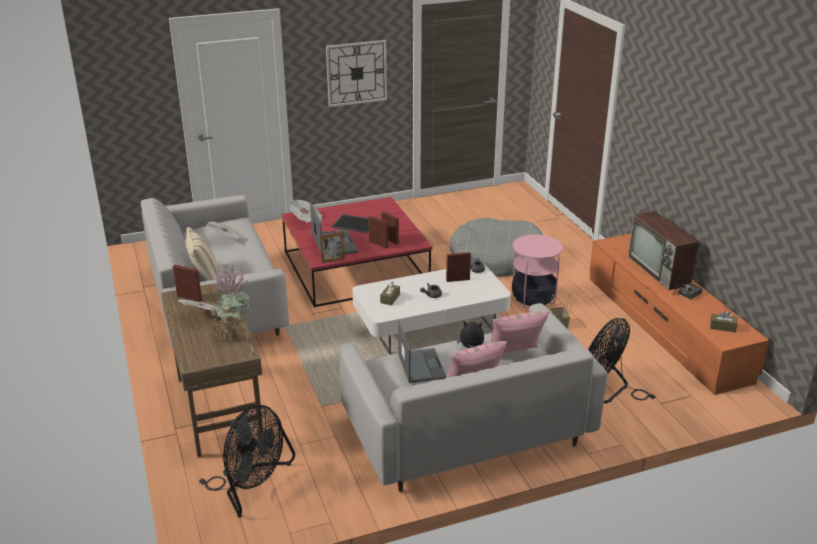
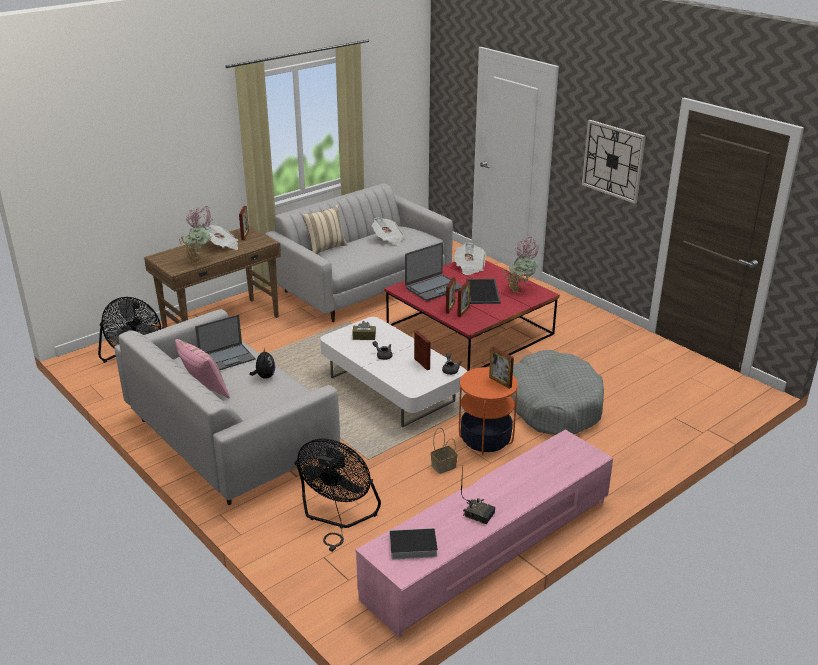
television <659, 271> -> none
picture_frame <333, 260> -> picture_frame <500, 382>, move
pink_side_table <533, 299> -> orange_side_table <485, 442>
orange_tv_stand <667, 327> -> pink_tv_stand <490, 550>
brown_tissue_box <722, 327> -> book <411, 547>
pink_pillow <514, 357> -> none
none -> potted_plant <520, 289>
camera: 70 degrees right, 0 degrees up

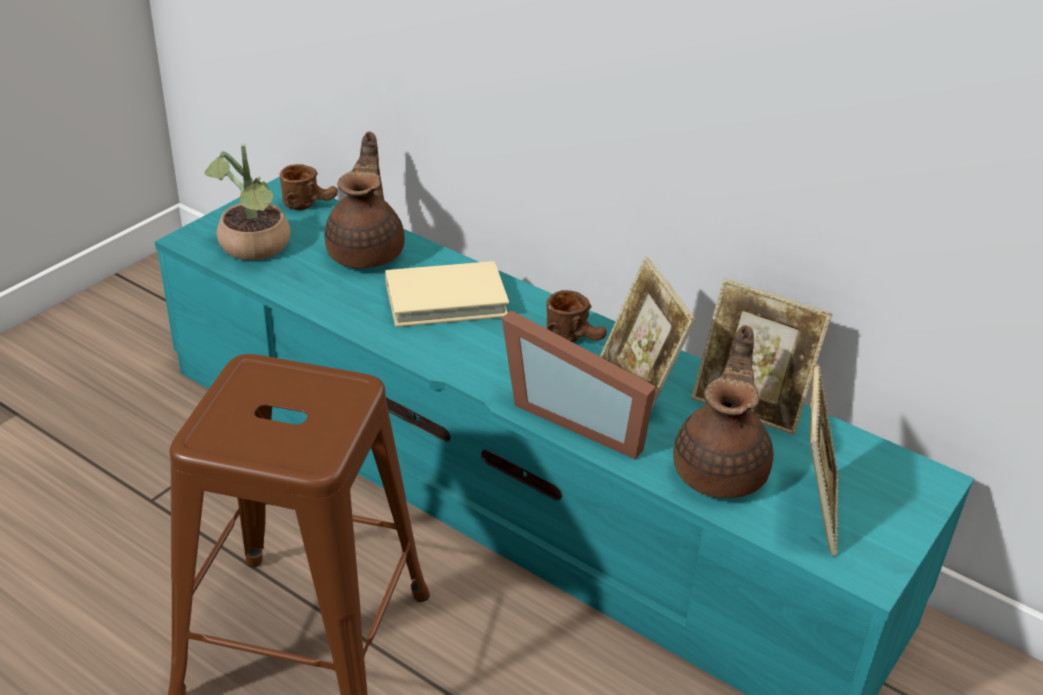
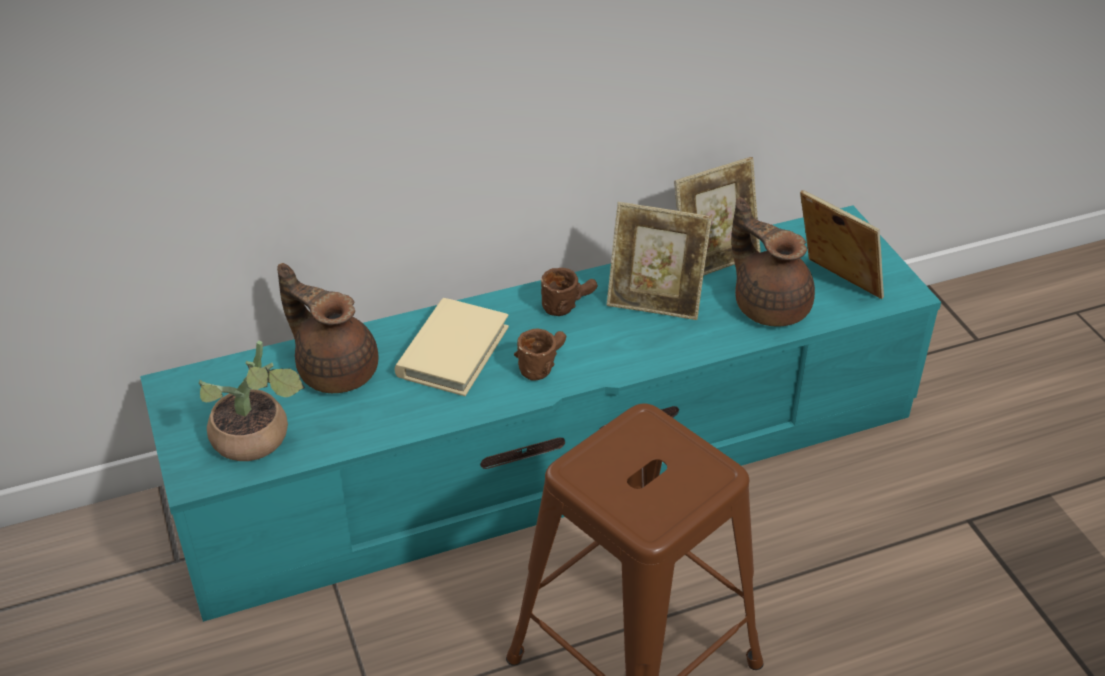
brown_mug <310, 204> -> brown_mug <542, 363>, move
picture_frame <578, 416> -> none
camera: 55 degrees left, 5 degrees up

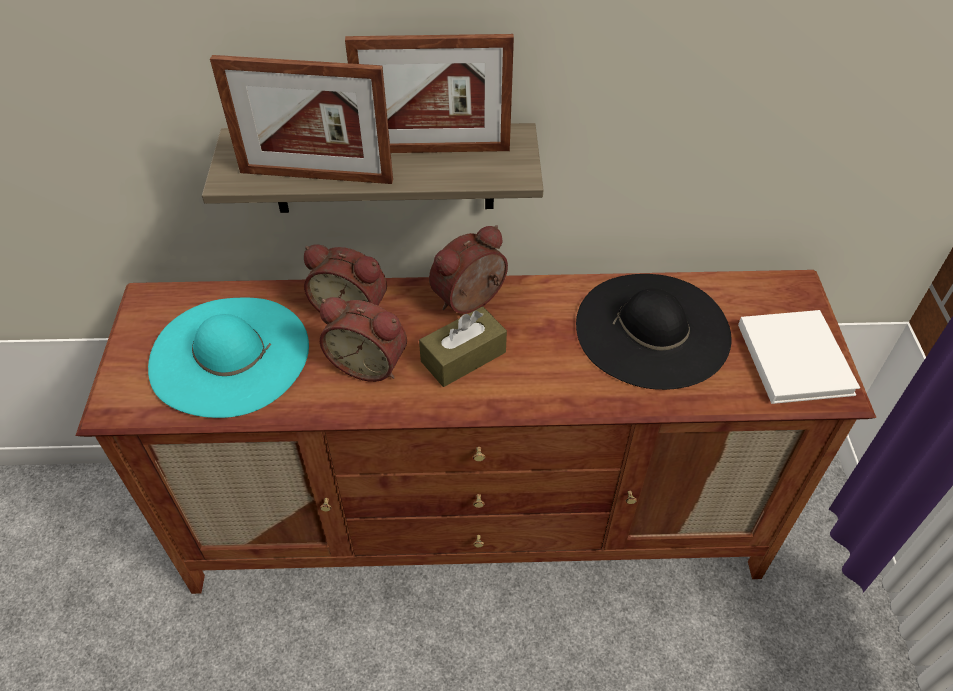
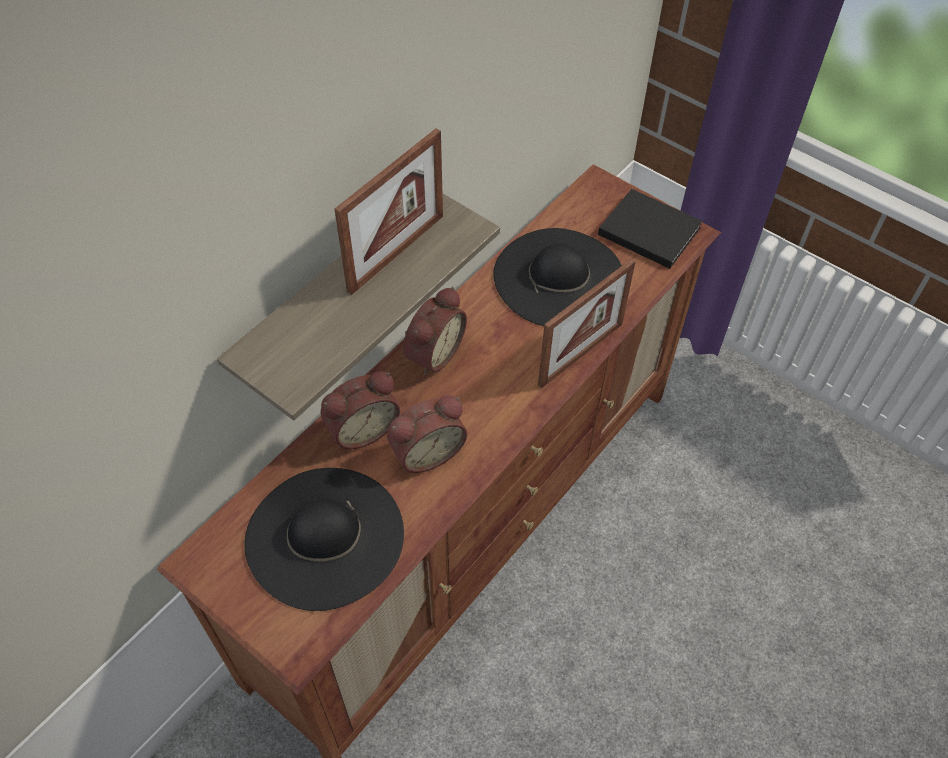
picture_frame <316, 176> -> picture_frame <580, 354>, move
alarm_clock <471, 302> -> alarm_clock <432, 353>, 150 degrees counterclockwise
turquoise_hat <229, 355> -> black_hat <325, 537>
brown_tissue_box <463, 357> -> none
white_book <793, 356> -> black_book <646, 230>
camera: 50 degrees left, 5 degrees up

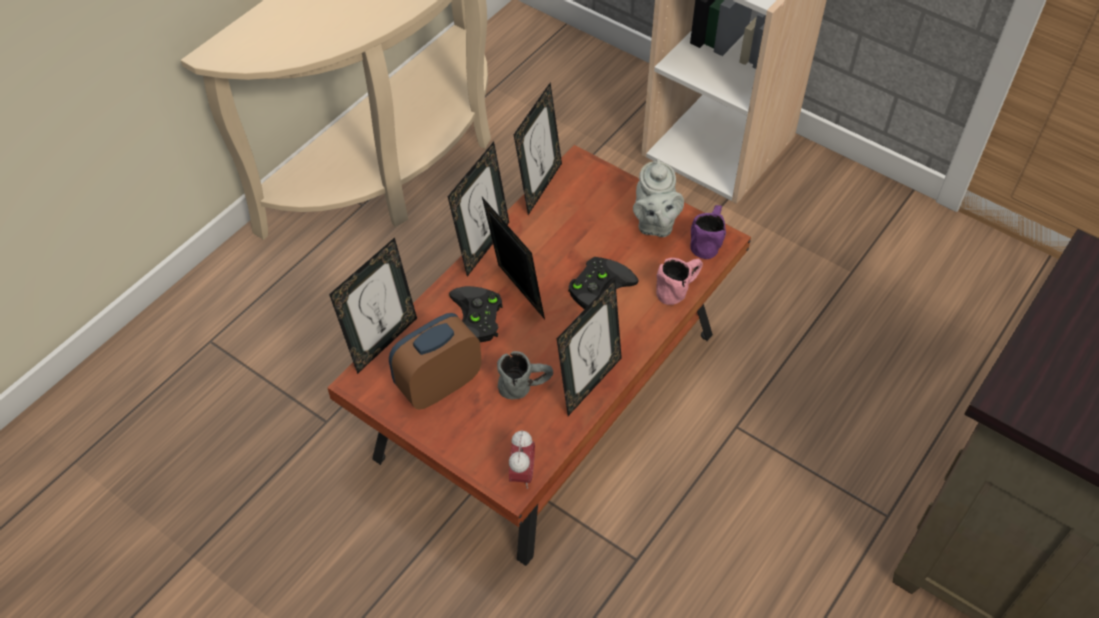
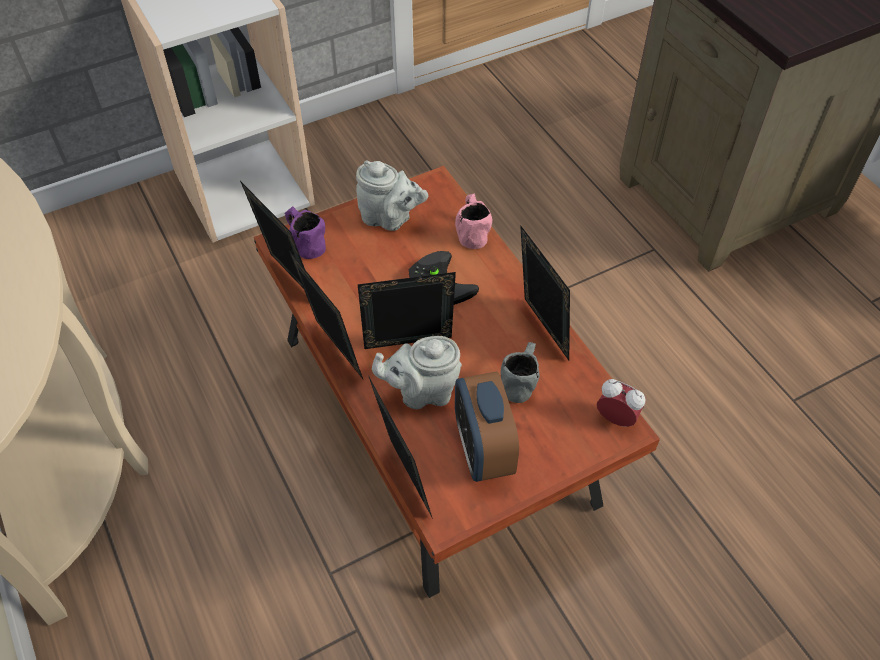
purple_mug <707, 240> -> purple_mug <304, 243>, move
black_game_controller <475, 321> -> grey_teapot <422, 392>
camera: 65 degrees left, 0 degrees up

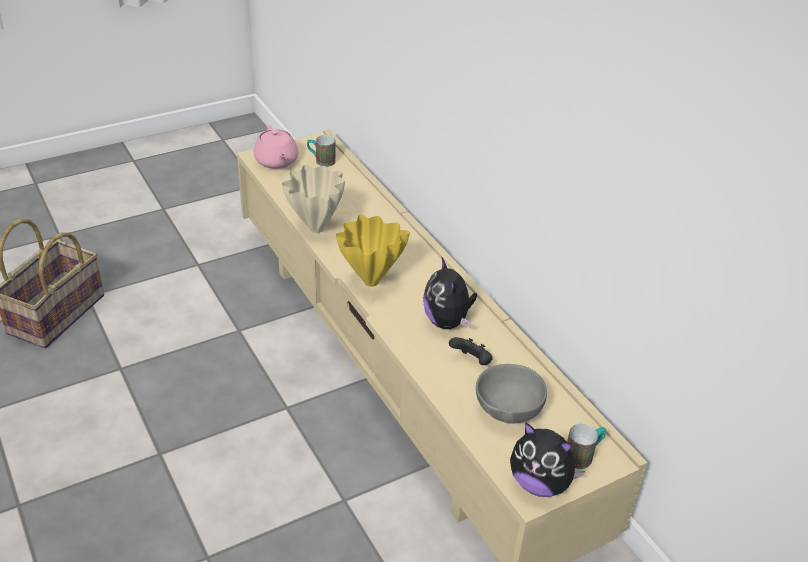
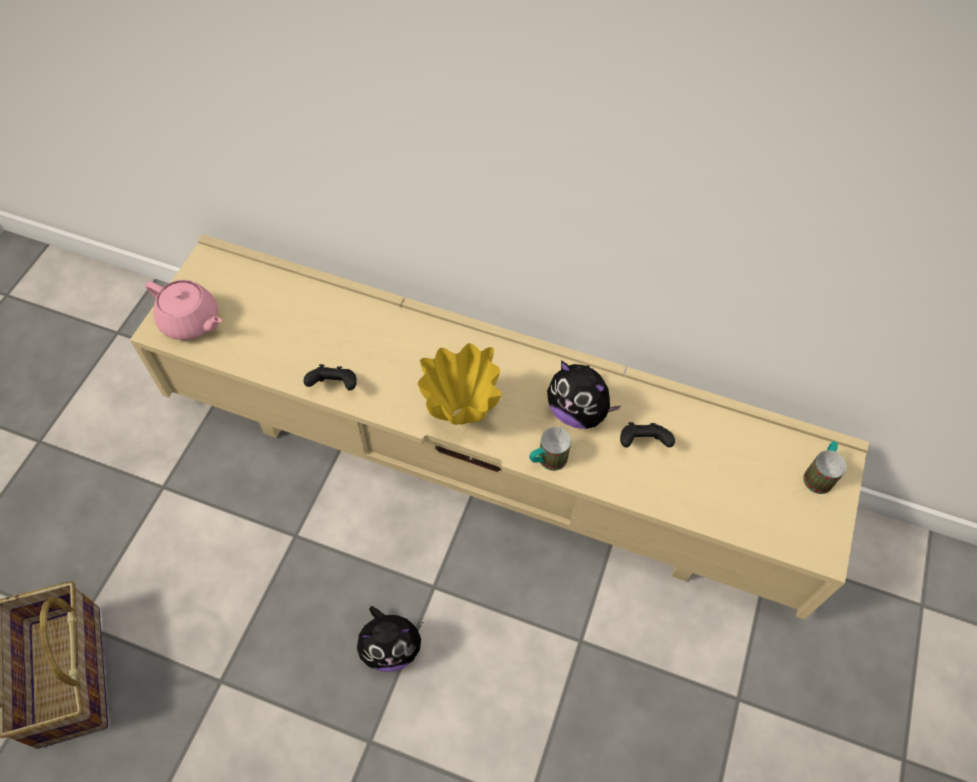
mug <321, 161> -> mug <547, 460>, move
beige_vase <316, 228> -> black_game_controller <334, 386>
grey_bowl <506, 411> -> none
plush_toy <540, 483> -> plush_toy <391, 647>, move
camera: 40 degrees left, 20 degrees up

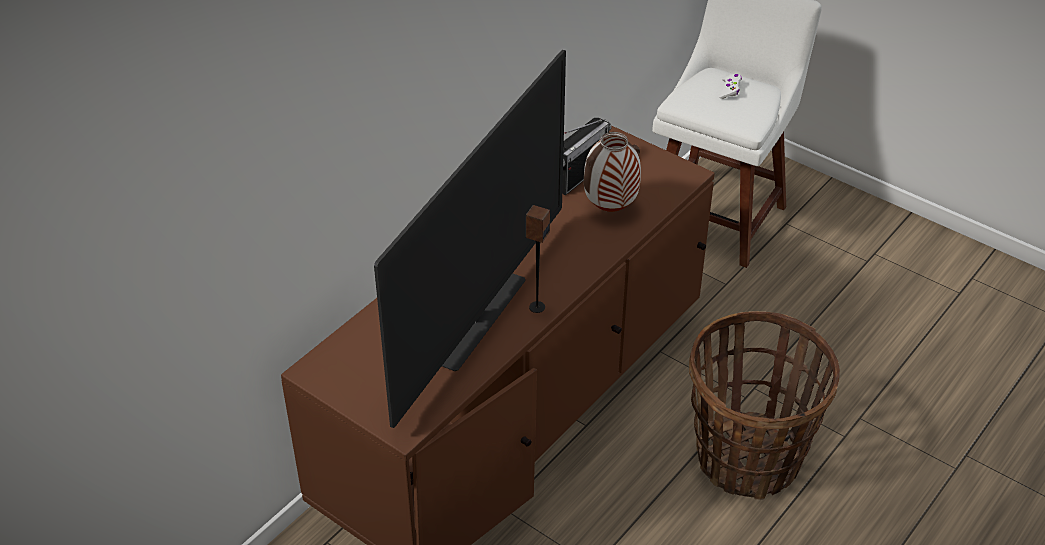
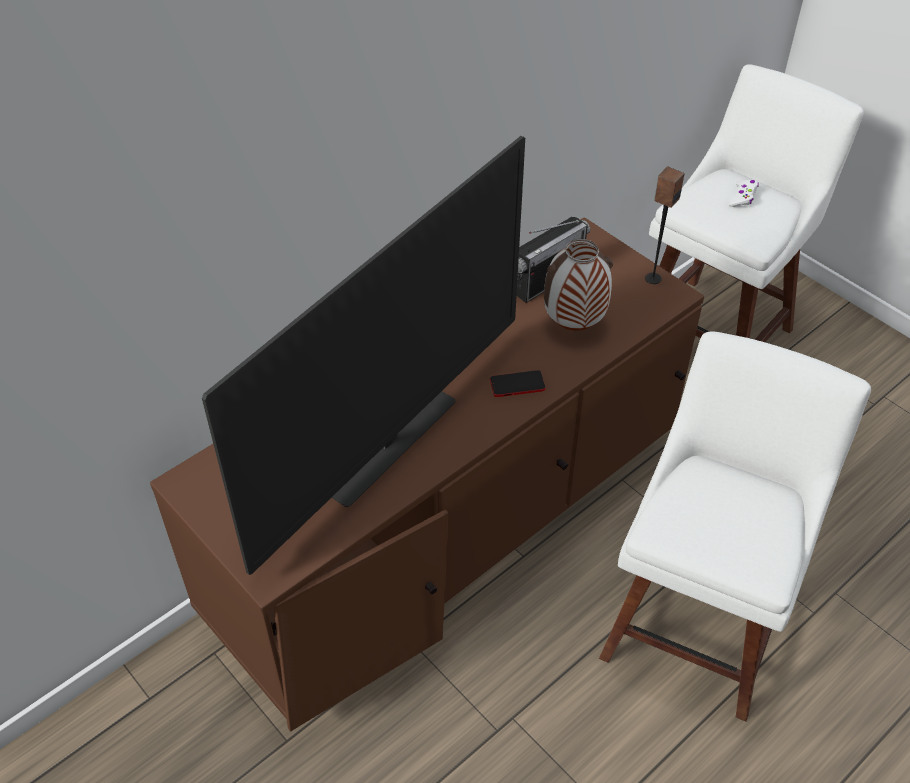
speaker <536, 307> -> speaker <652, 278>, move
basket <748, 458> -> white_stool <698, 623>
none -> phone <517, 384>
camera: 10 degrees right, 5 degrees up

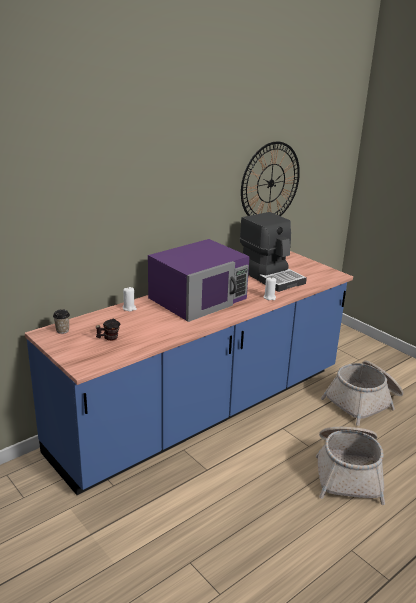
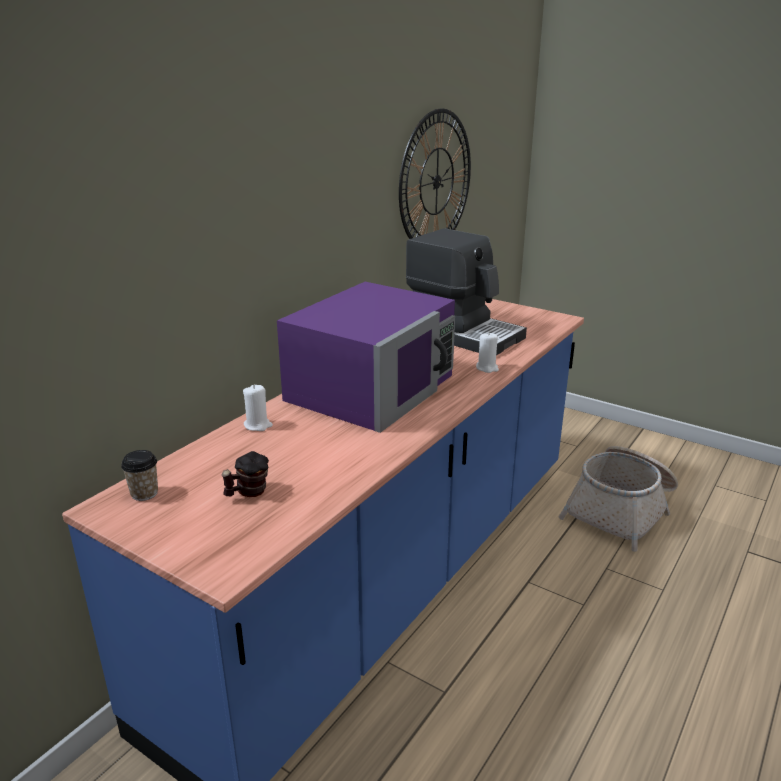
basket <347, 472> -> none
camera: 15 degrees left, 0 degrees up

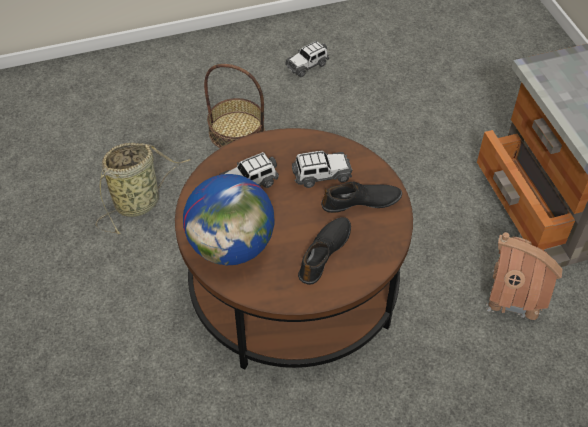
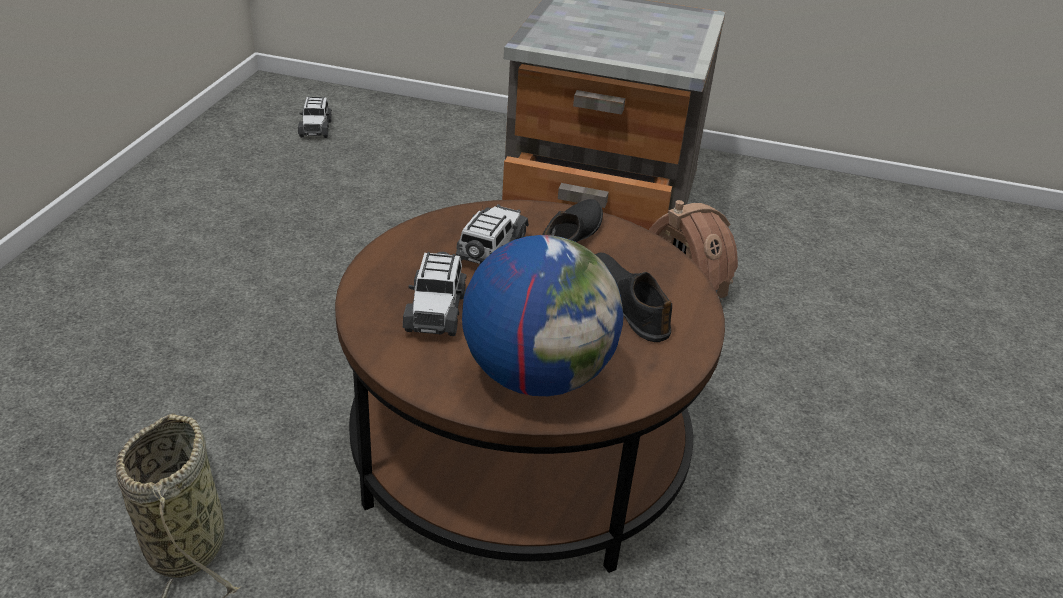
toy_car <307, 65> -> toy_car <316, 128>, move
basket <236, 131> -> none
camera: 60 degrees left, 15 degrees down

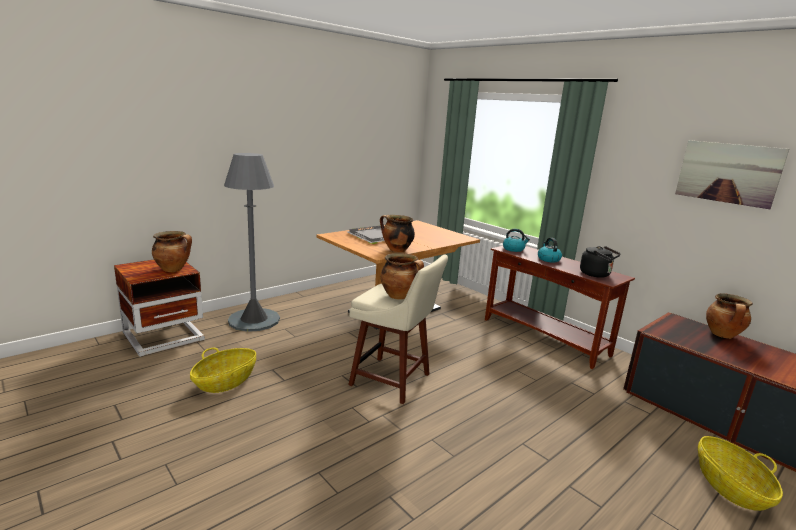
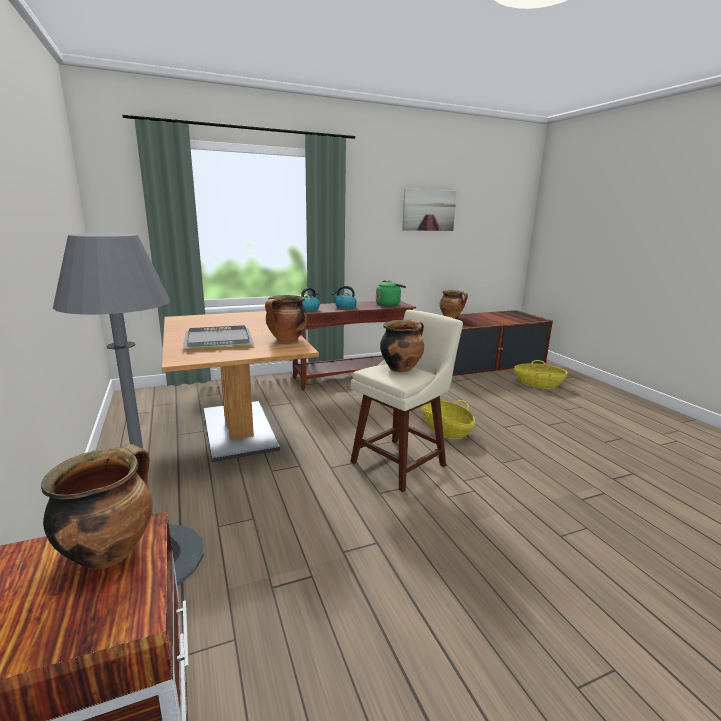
black_kettle <597, 274> -> green_kettle <389, 304>
basket <225, 382> -> basket <445, 430>, move
camera: 70 degrees left, 0 degrees up

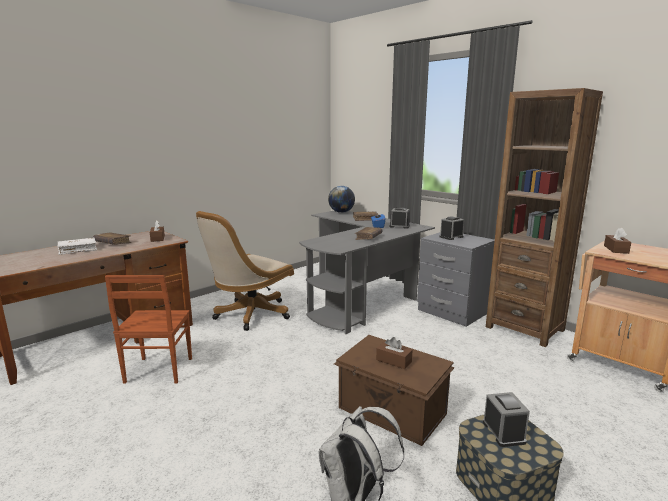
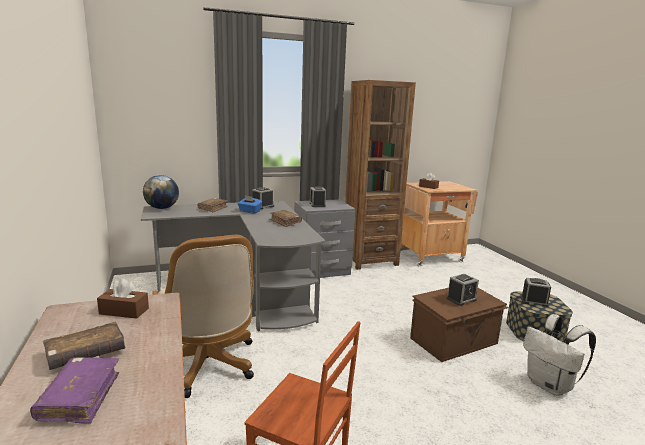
white_book <78, 250> -> purple_book <80, 397>
brown_tissue_box <393, 361> -> alarm_clock <461, 299>
camera: 65 degrees left, 0 degrees up

